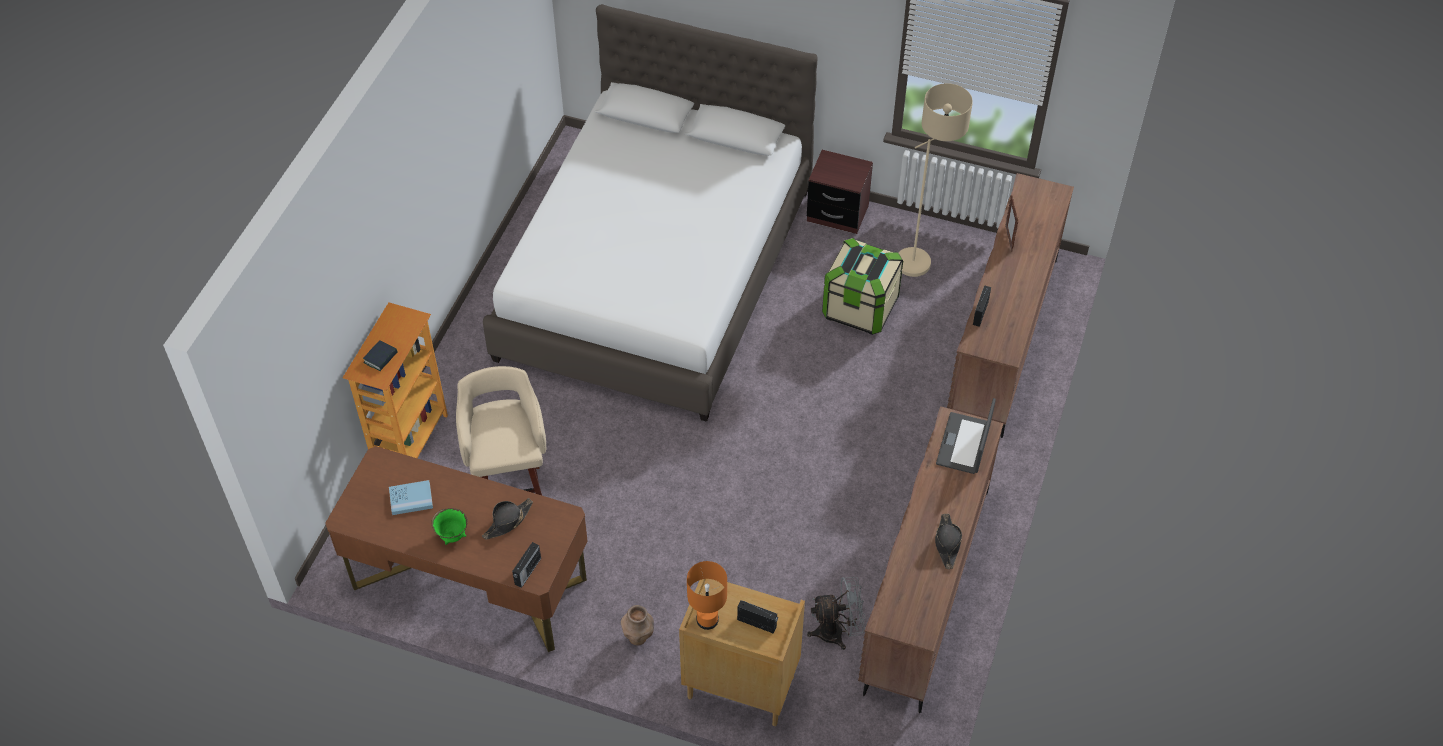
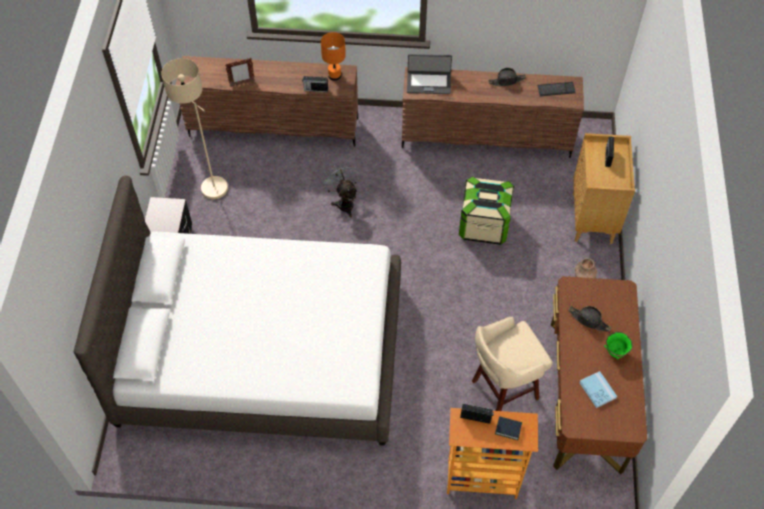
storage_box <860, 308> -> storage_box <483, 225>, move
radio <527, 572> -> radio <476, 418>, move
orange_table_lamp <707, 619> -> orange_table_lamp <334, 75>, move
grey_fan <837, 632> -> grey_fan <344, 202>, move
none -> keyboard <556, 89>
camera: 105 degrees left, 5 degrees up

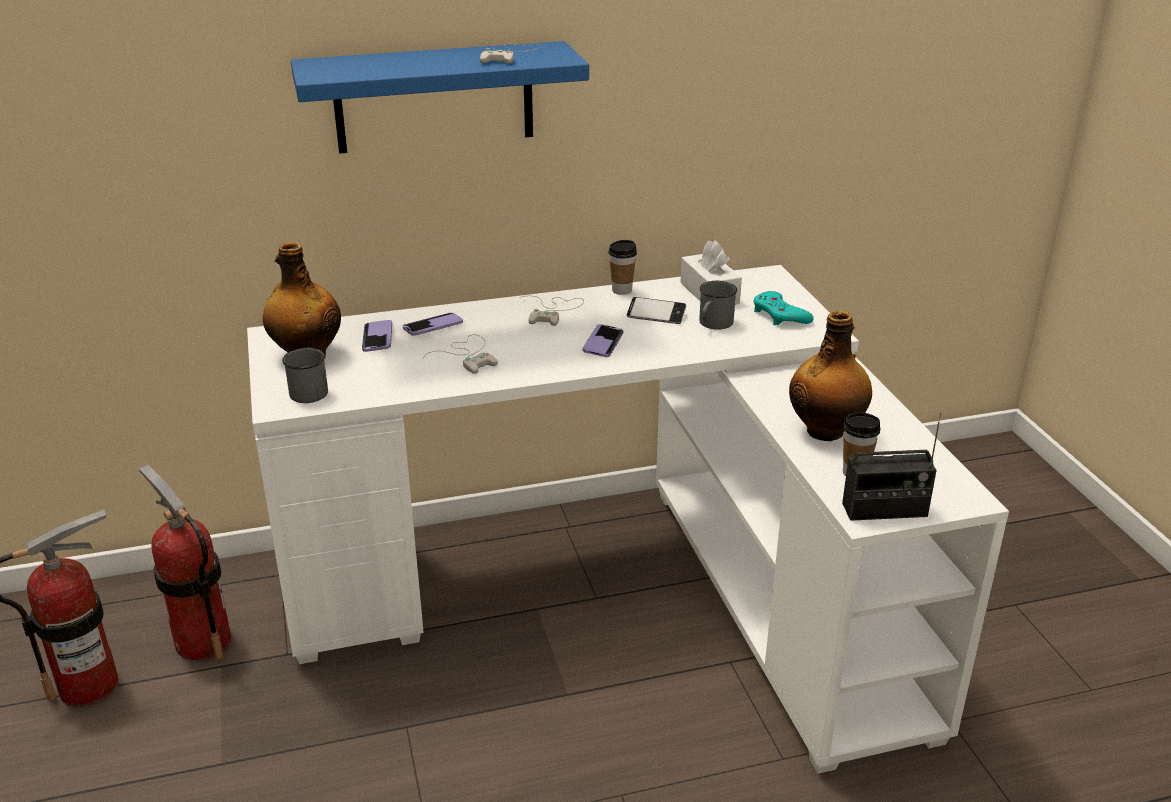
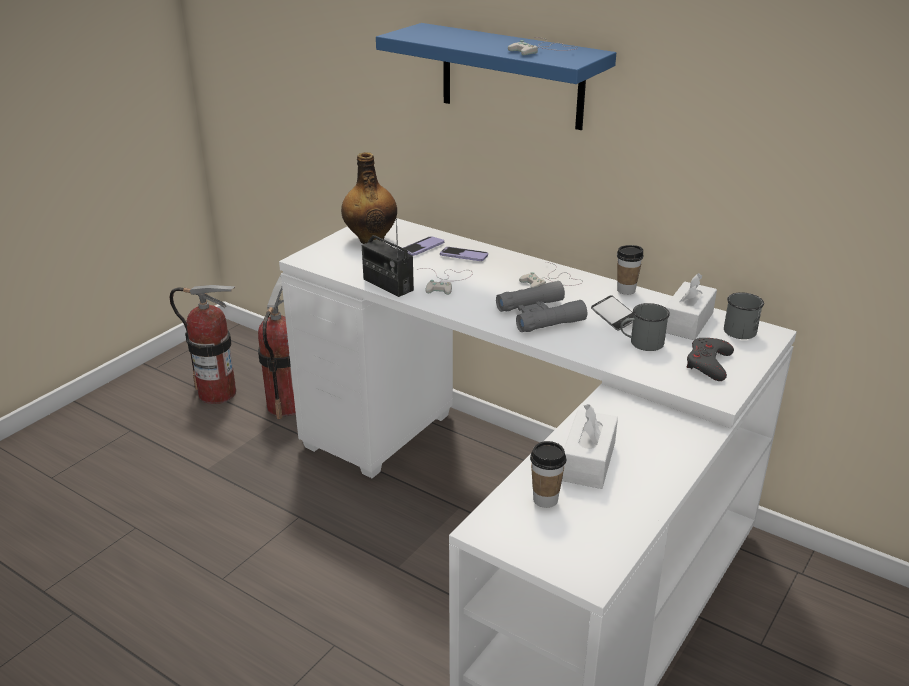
turquoise_game_controller <779, 315> -> grey_game_controller <708, 363>
bottle <826, 430> -> white_tissue_box <588, 461>
phone <603, 342> -> grey_binoculars <540, 315>
grey_mug <306, 391> -> grey_mug <740, 328>, move
radio <884, 510> -> radio <388, 285>, move
camera: 50 degrees right, 0 degrees up

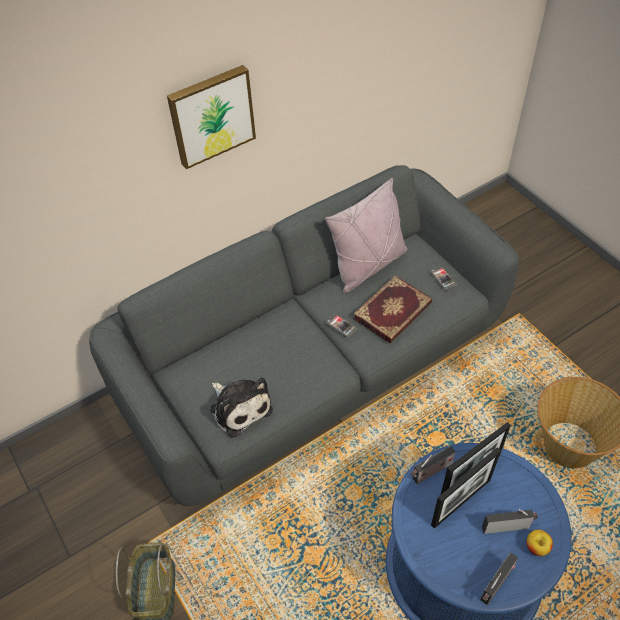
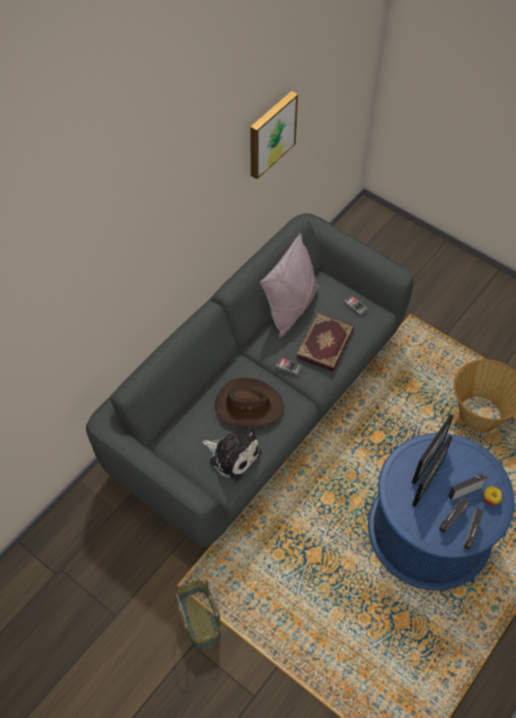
picture <211, 115> -> picture <270, 134>, move
radio <431, 472> -> radio <451, 520>, move
none -> brown_hat <248, 406>
camera: 20 degrees left, 5 degrees up

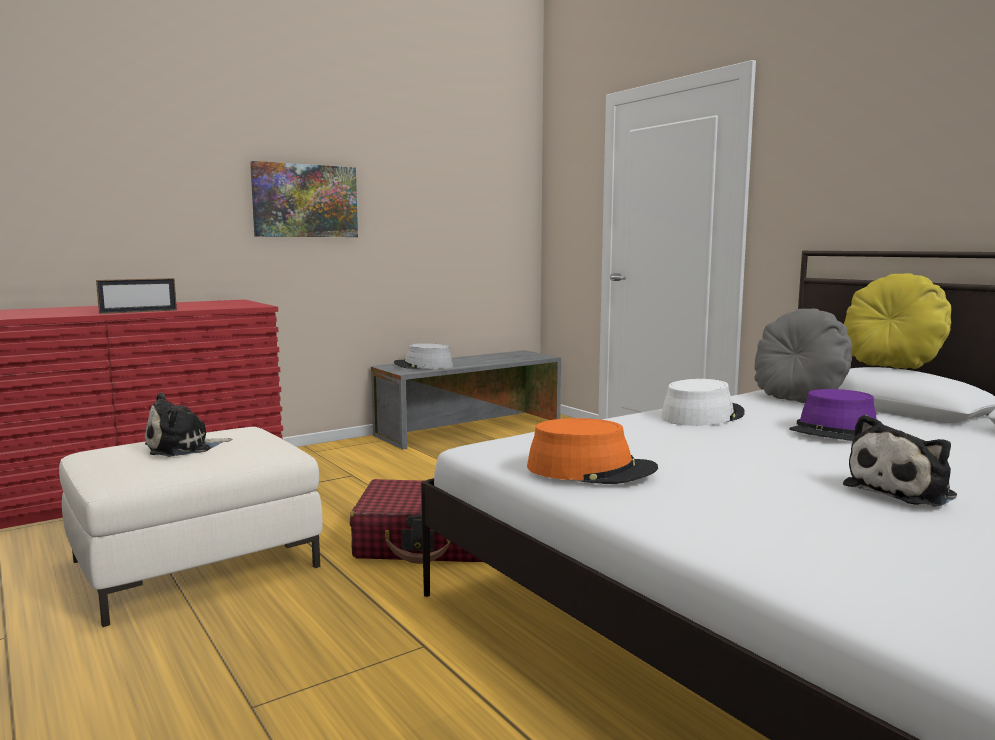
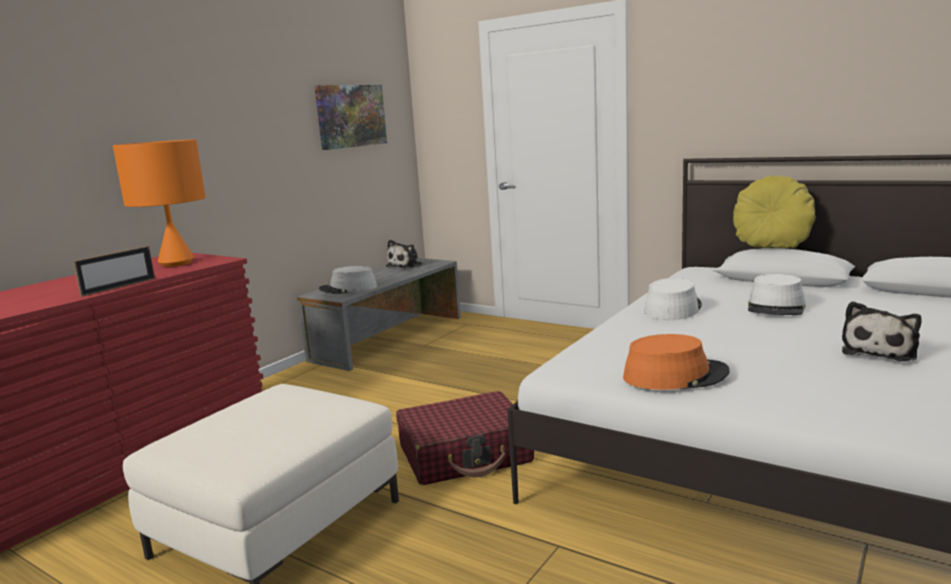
picture <305, 201> -> picture <351, 116>, move
grey_pillow <798, 400> -> none
purple_hat <833, 431> -> white_hat <776, 307>
plush_toy <183, 448> -> plush_toy <406, 265>, move
none -> orange_table_lamp <177, 264>
camera: 20 degrees left, 5 degrees up

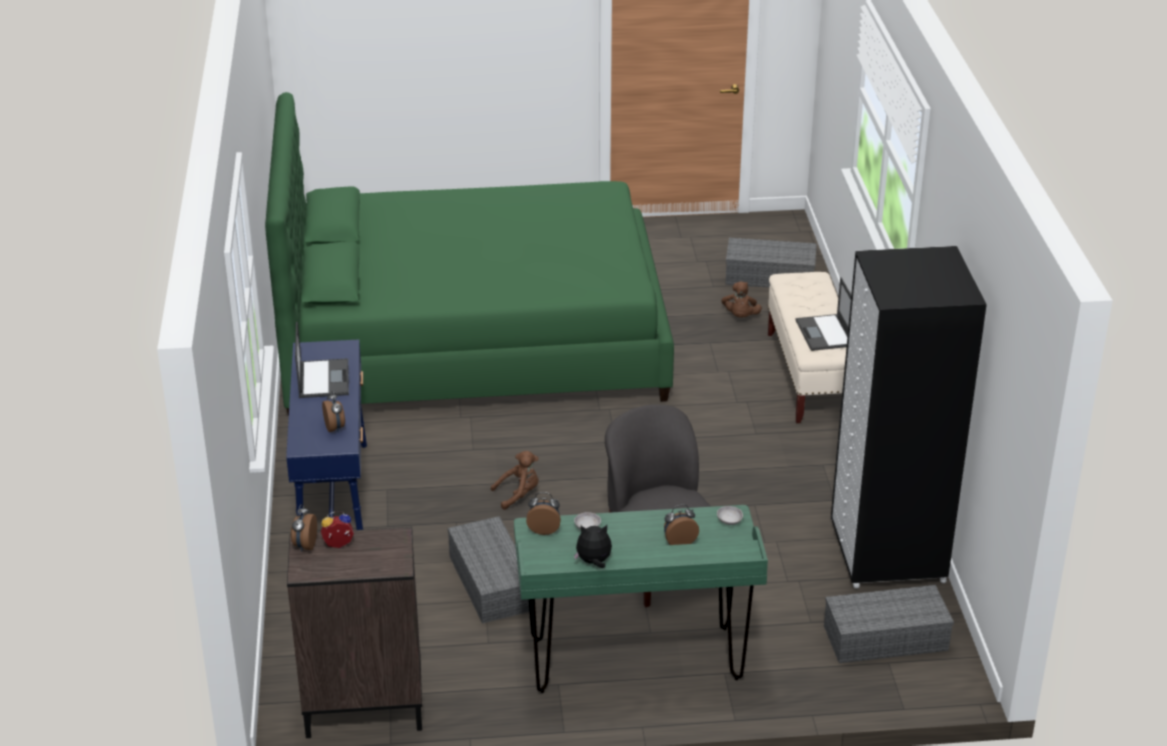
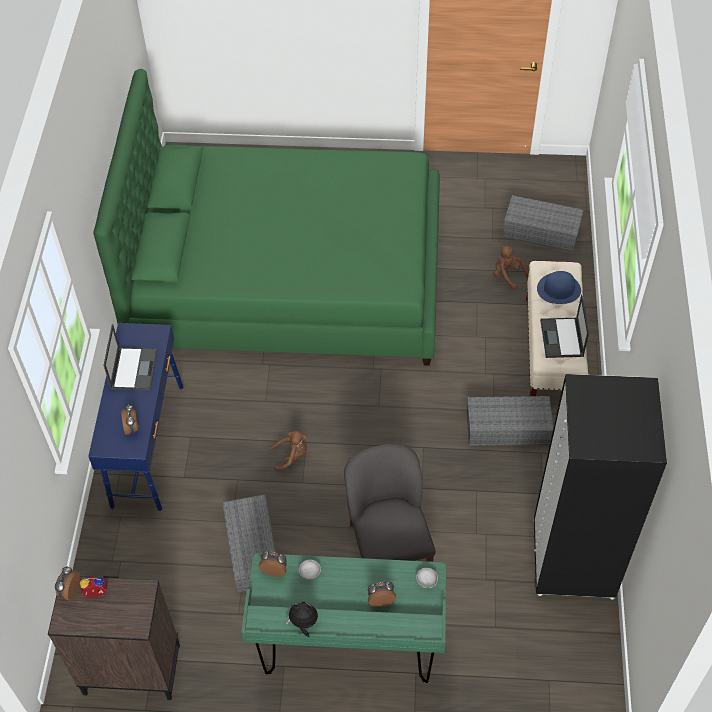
brown_plush_toy <740, 316> -> brown_plush_toy <507, 275>, 120 degrees clockwise
grey_storage_box <887, 637> -> grey_storage_box <508, 427>, move
none -> blue_hat <558, 289>
camera: 10 degrees right, 20 degrees up

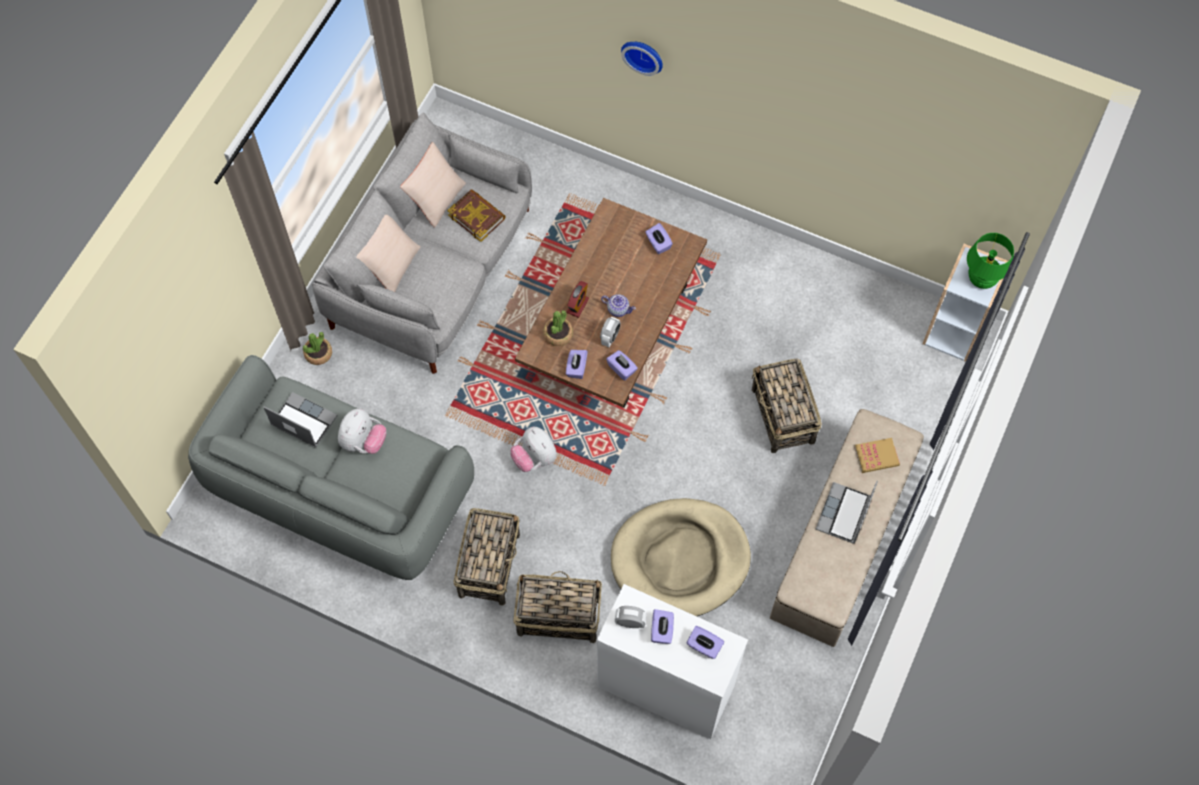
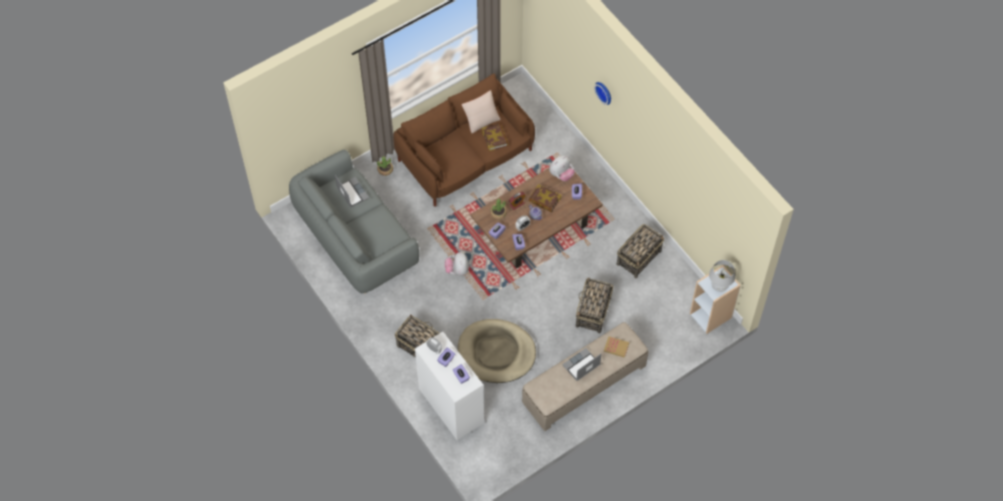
grey_sofa <432, 268> -> brown_sofa <465, 156>
beige_pillow <391, 264> -> none
green_table_lamp <982, 279> -> white_table_lamp <719, 286>
plush_toy <363, 441> -> plush_toy <561, 175>, move
basket <489, 564> -> basket <639, 257>, move
none -> book <544, 200>
camera: 30 degrees right, 5 degrees down

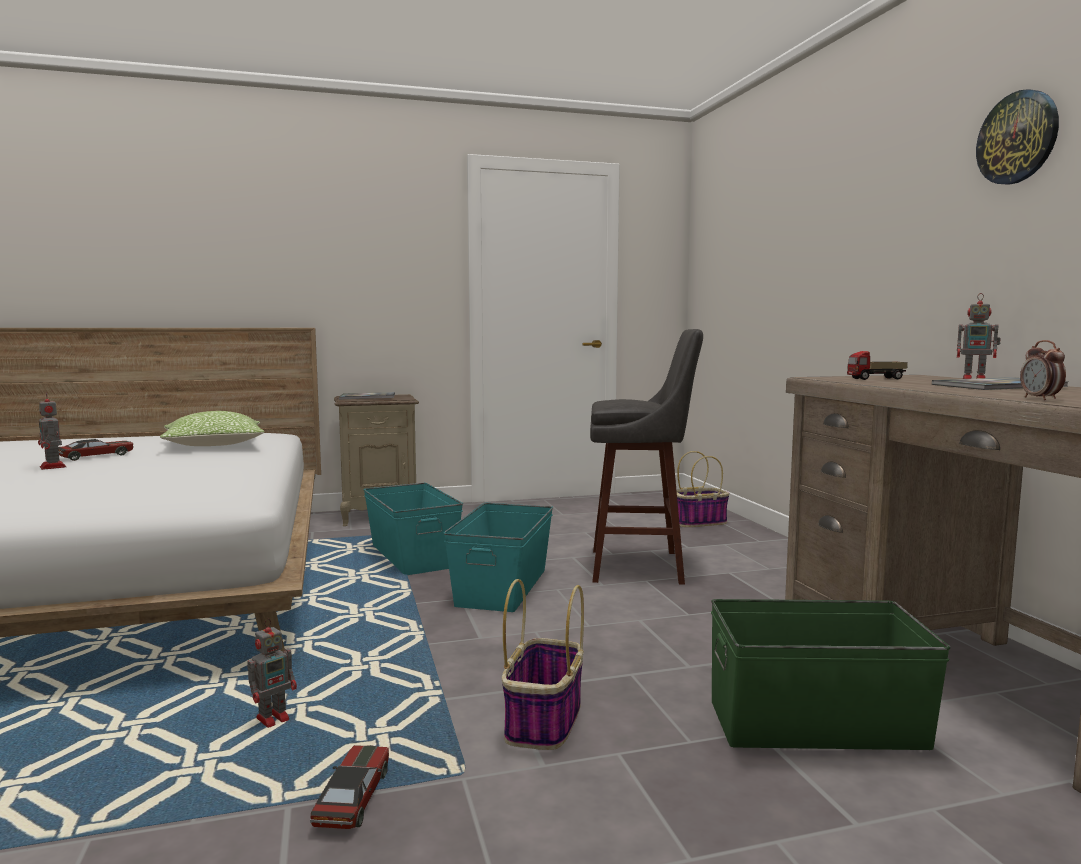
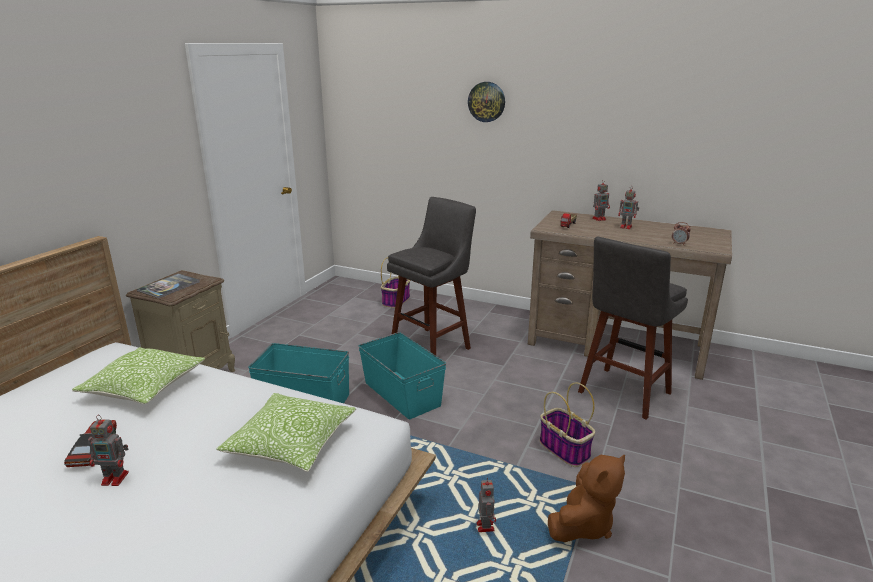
wall_clock <1017, 138> -> wall_clock <486, 102>, move
book <997, 386> -> toy_robot <626, 227>
green_storage_box <814, 723> -> grey_stool <622, 394>
toy_car <353, 797> -> brown_plush_toy <583, 525>
none -> pillow <291, 443>
camera: 50 degrees left, 15 degrees up

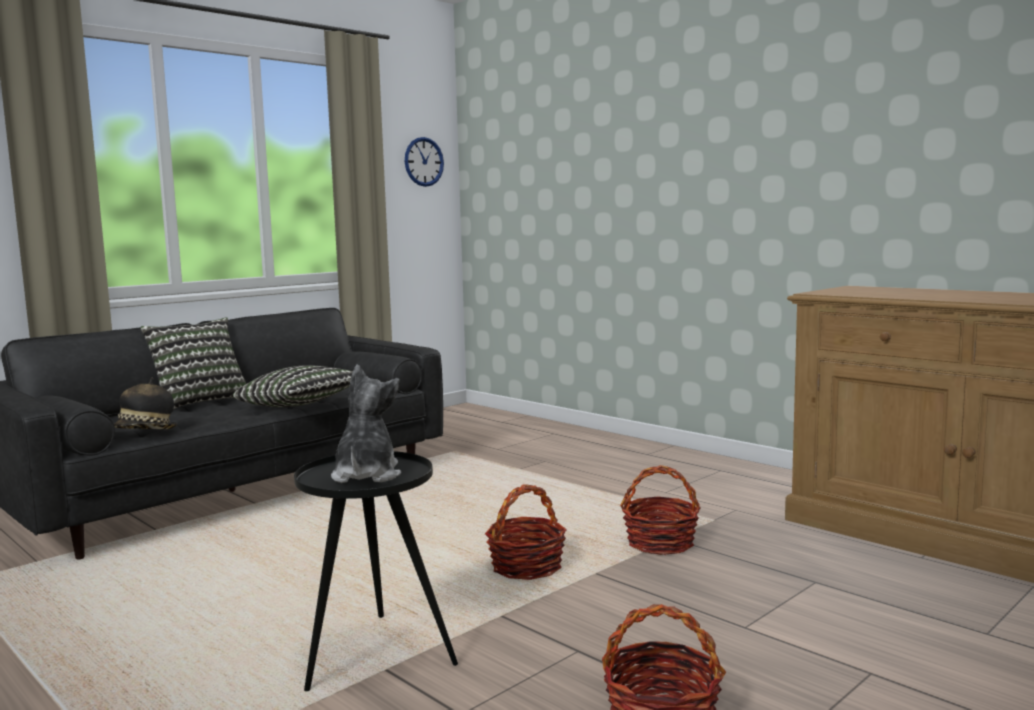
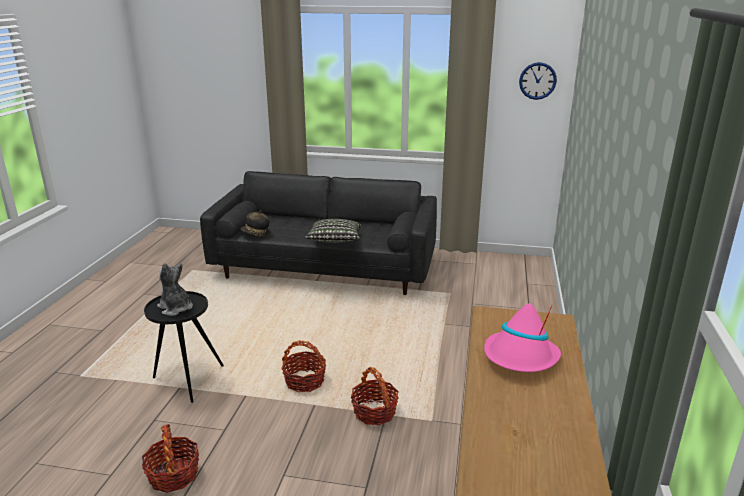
pillow <199, 401> -> none
plush_toy <366, 475> -> plush_toy <176, 308>, 105 degrees counterclockwise
none -> pink_hat <520, 357>
camera: 55 degrees right, 15 degrees up

